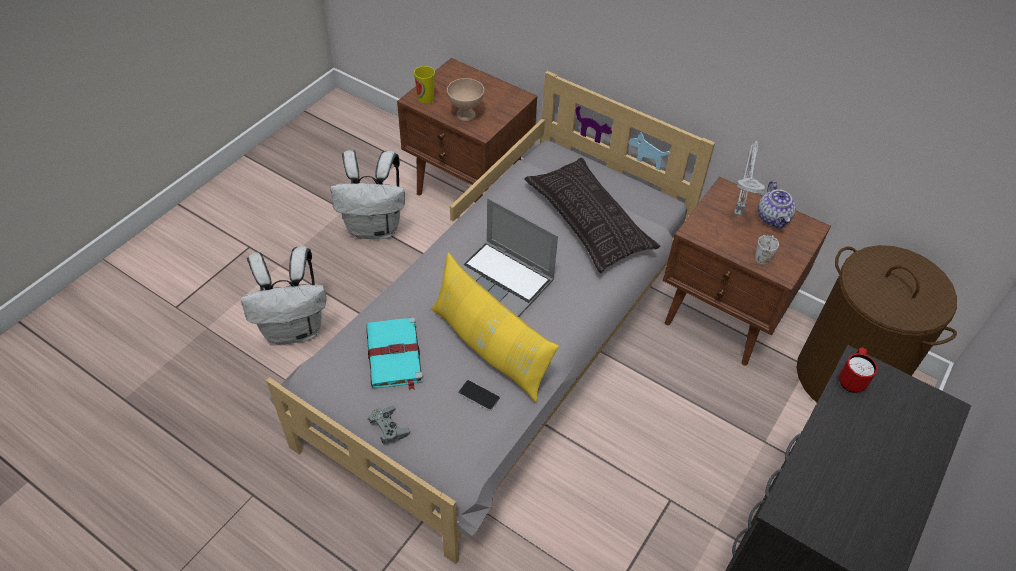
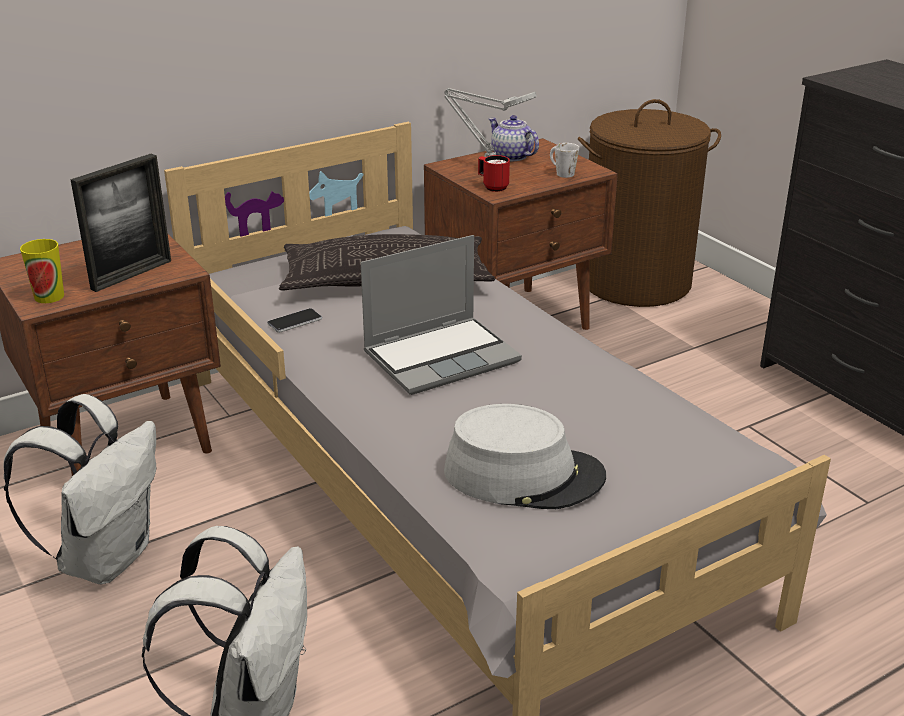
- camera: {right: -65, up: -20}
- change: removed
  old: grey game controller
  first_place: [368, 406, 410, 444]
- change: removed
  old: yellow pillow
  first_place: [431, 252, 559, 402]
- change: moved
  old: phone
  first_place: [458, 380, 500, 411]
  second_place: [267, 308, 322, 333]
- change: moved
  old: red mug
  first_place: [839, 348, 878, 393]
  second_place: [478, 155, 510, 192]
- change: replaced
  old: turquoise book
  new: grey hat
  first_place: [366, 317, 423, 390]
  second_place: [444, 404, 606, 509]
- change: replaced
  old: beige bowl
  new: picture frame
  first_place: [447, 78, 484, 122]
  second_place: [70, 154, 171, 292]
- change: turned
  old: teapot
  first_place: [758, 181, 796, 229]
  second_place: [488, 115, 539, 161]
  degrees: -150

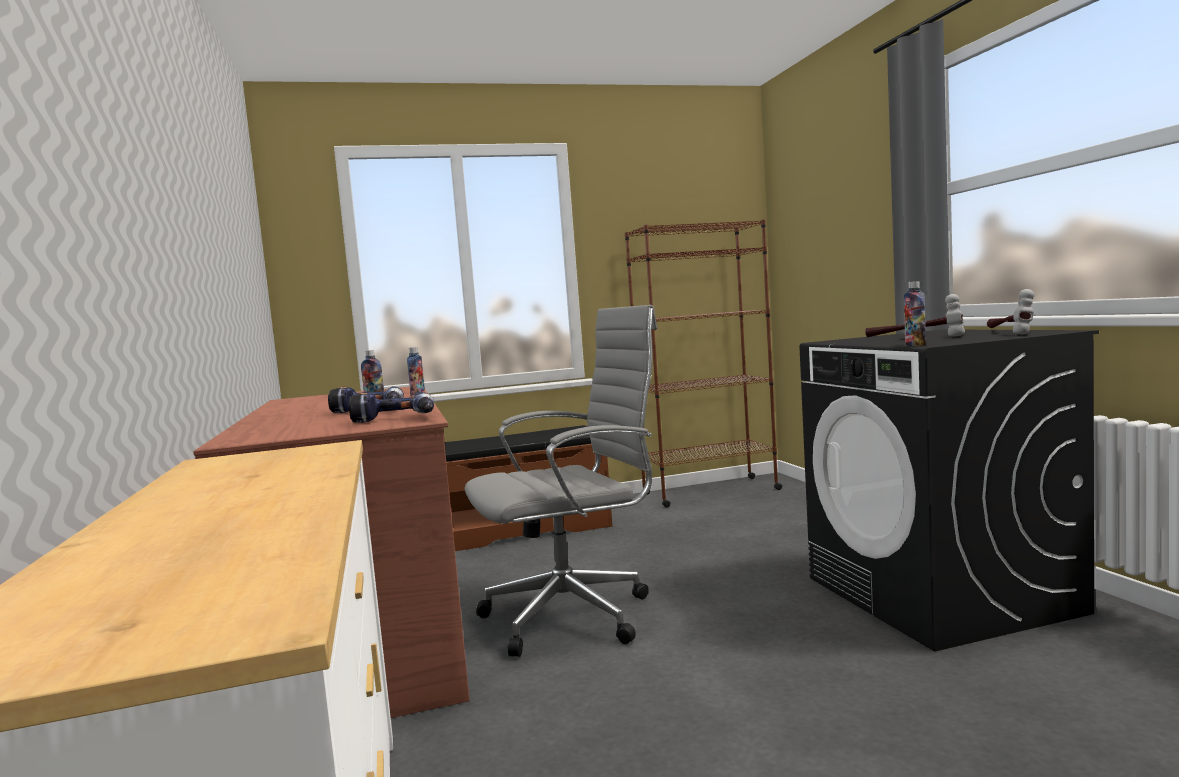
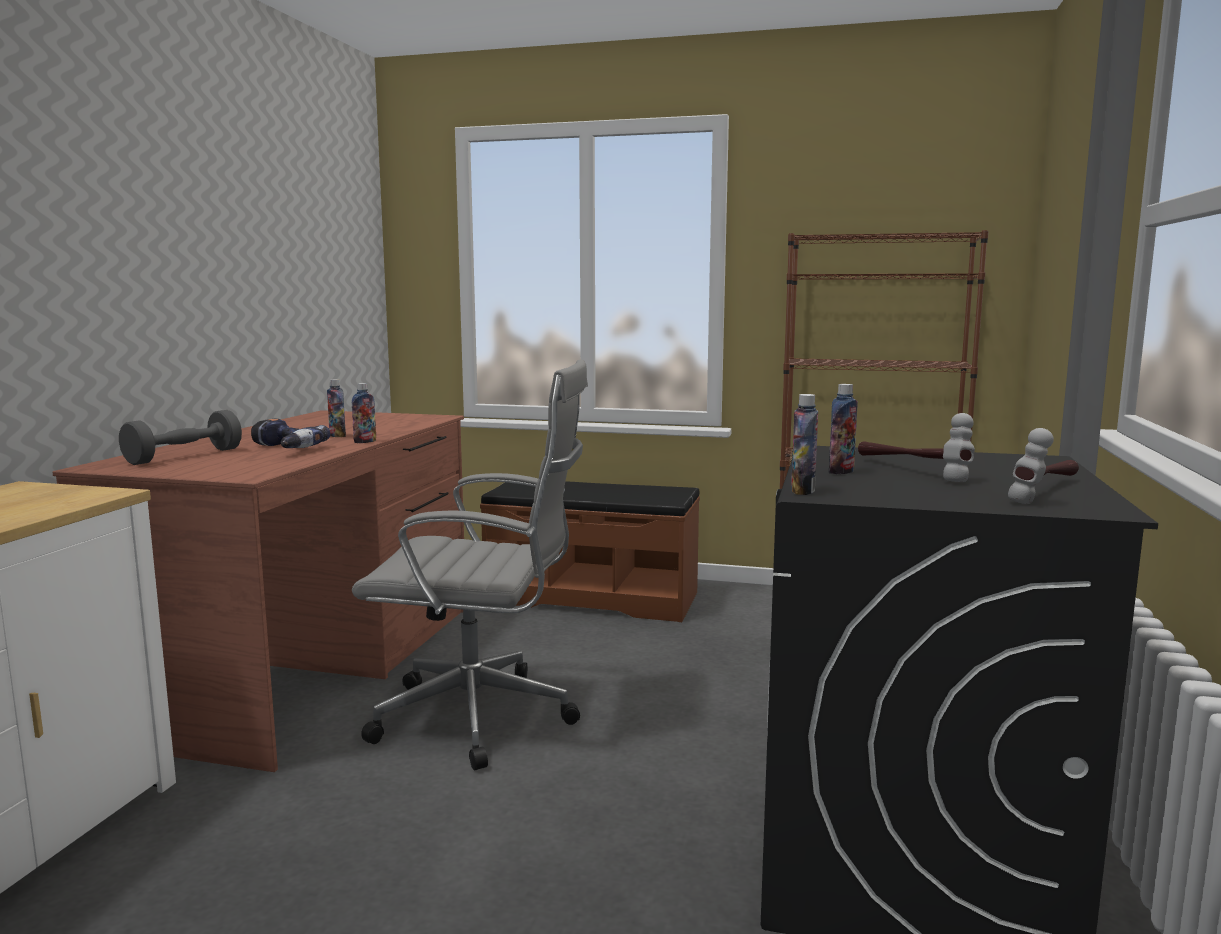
- camera: {right: 30, up: 5}
- change: removed
  old: power drill
  first_place: [349, 392, 434, 423]
- change: added
  new: grey dumbbell
  second_place: [119, 410, 242, 465]
- change: added
  new: bottle
  second_place: [829, 384, 858, 474]

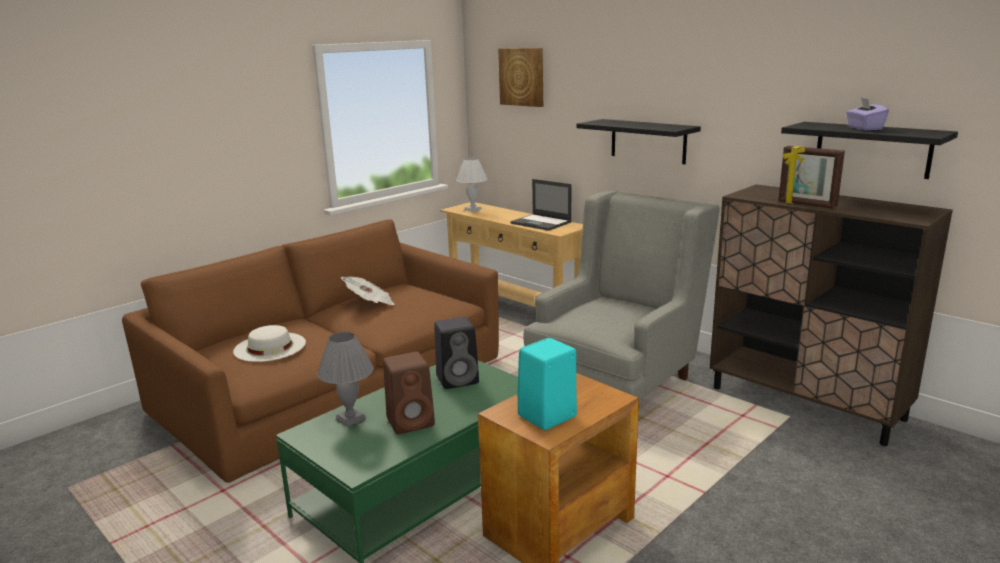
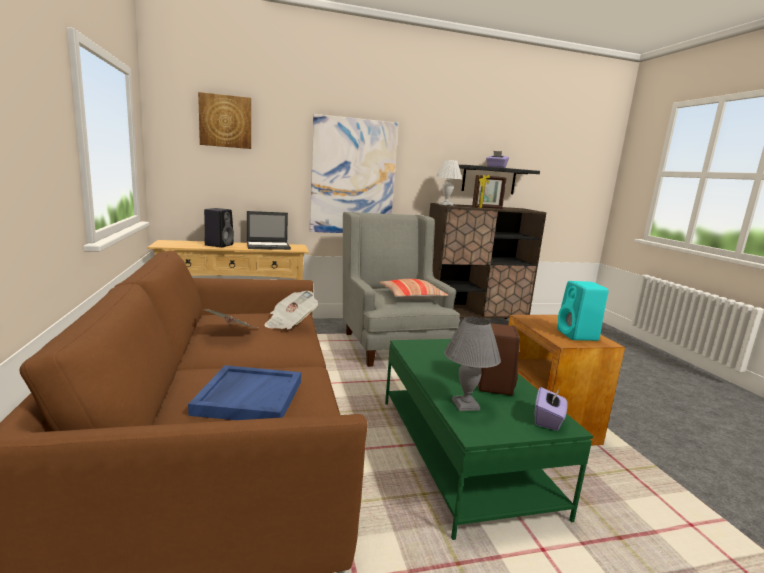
- camera: {right: -60, up: -5}
- change: added
  new: newspaper
  second_place: [264, 291, 318, 329]
- change: added
  new: pillow
  second_place: [380, 279, 448, 300]
- change: added
  new: purple tissue box
  second_place: [535, 387, 567, 431]
- change: moved
  old: black speaker
  first_place: [434, 317, 479, 389]
  second_place: [204, 208, 234, 247]
- change: moved
  old: white table lamp
  first_place: [456, 158, 487, 212]
  second_place: [436, 160, 462, 206]
- change: replaced
  old: white hat
  new: blue tray
  first_place: [233, 325, 306, 362]
  second_place: [188, 365, 301, 420]
- change: replaced
  old: black shelf
  new: picture
  first_place: [576, 119, 701, 164]
  second_place: [310, 114, 399, 233]

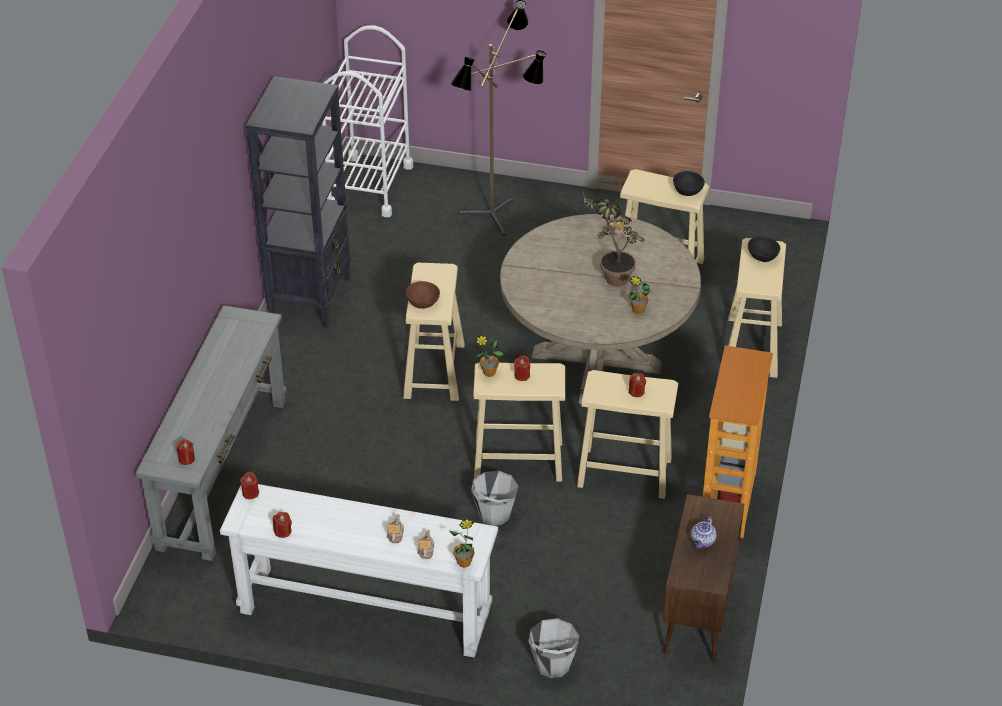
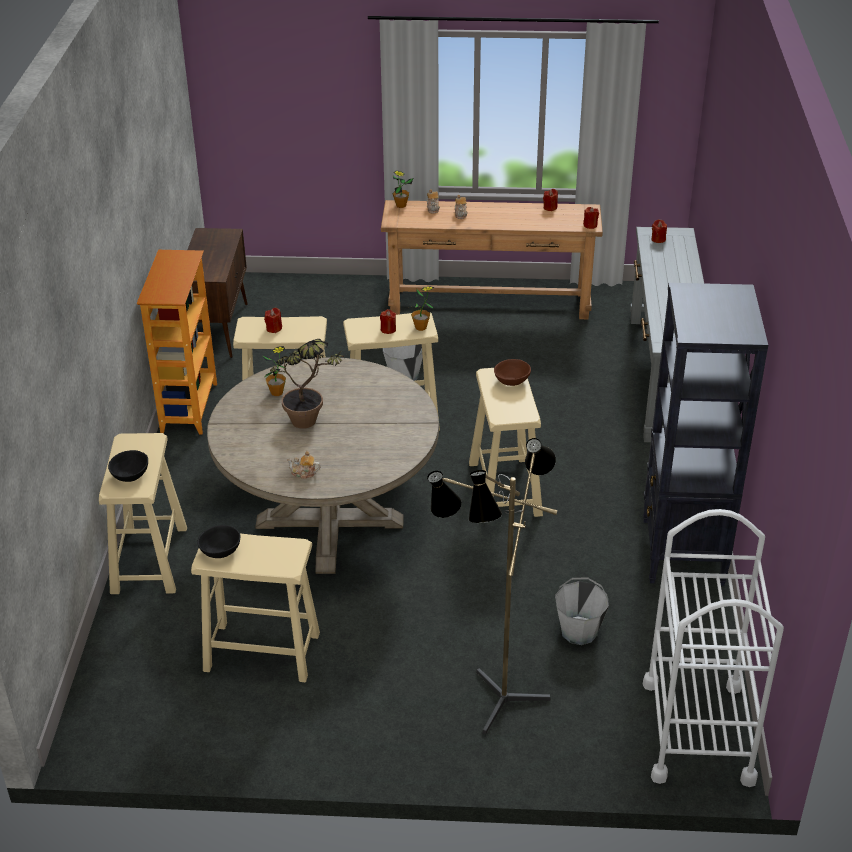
- camera: {right: 170, up: -5}
- change: removed
  old: teapot
  first_place: [691, 516, 717, 549]
- change: moved
  old: grey bucket
  first_place: [528, 618, 579, 678]
  second_place: [555, 578, 609, 645]
- change: recoloured
  old: white console table
  new: brown console table
  first_place: [220, 484, 498, 658]
  second_place: [381, 200, 603, 319]

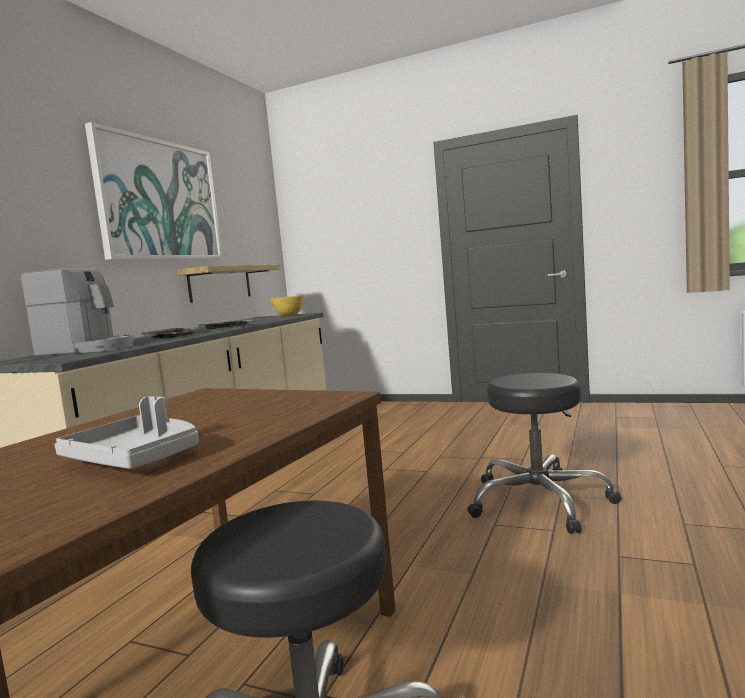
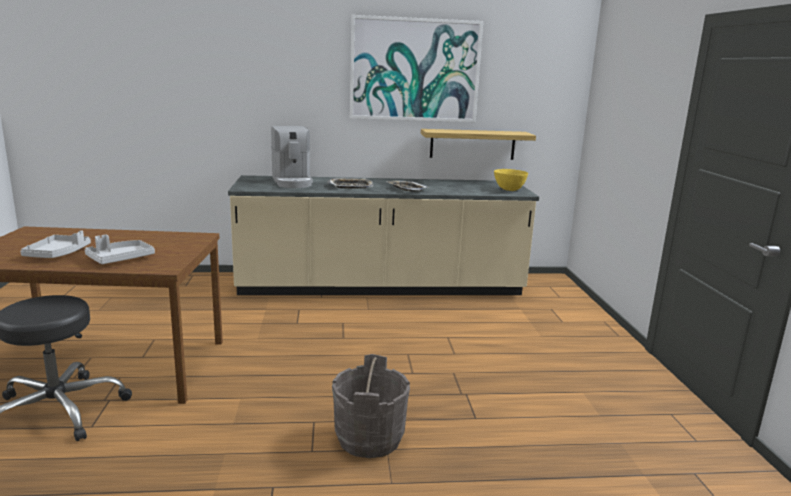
- camera: {right: 60, up: 10}
- change: added
  new: grey tray
  second_place: [85, 235, 155, 264]
- change: replaced
  old: black stool
  new: grey bucket
  first_place: [467, 373, 621, 534]
  second_place: [332, 354, 410, 458]

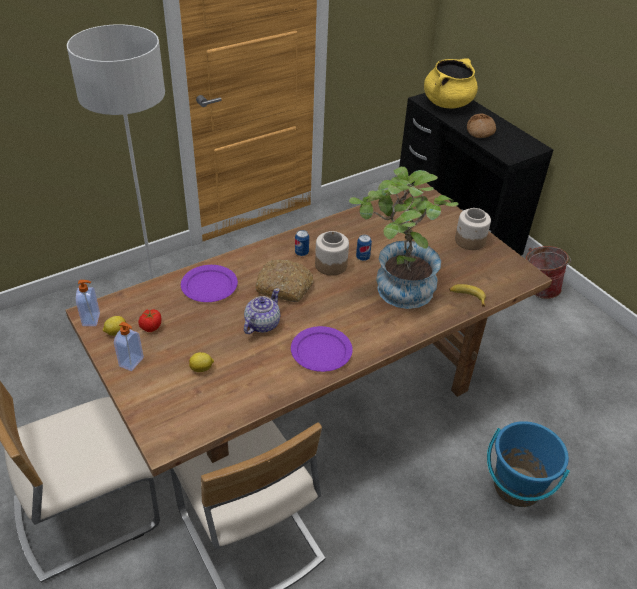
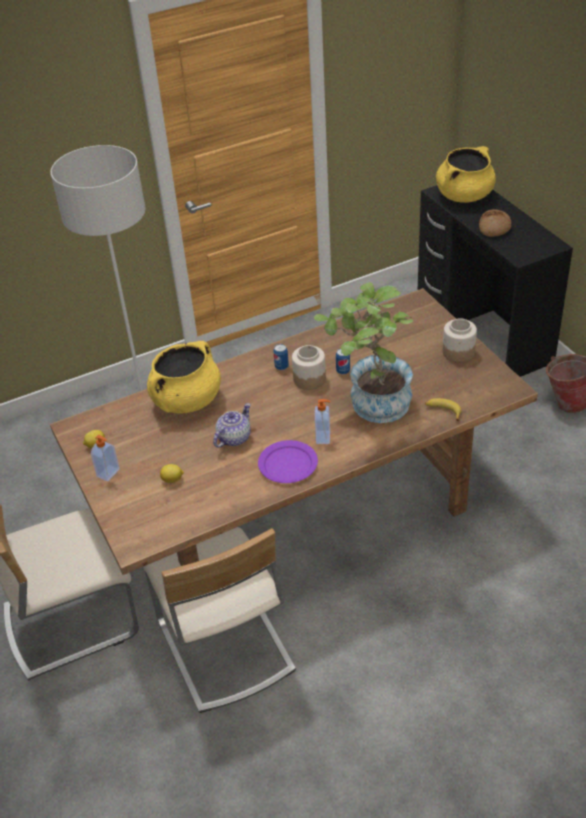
- camera: {right: 10, up: 0}
- change: removed
  old: tomato
  first_place: [138, 309, 161, 332]
- change: removed
  old: bread
  first_place: [255, 259, 313, 302]
- change: removed
  old: blue bucket
  first_place: [487, 421, 570, 507]
- change: moved
  old: soap dispenser
  first_place: [76, 280, 100, 326]
  second_place: [315, 399, 330, 444]
- change: replaced
  old: purple plate
  new: yellow cooking pot
  first_place: [181, 265, 238, 302]
  second_place: [147, 341, 221, 413]

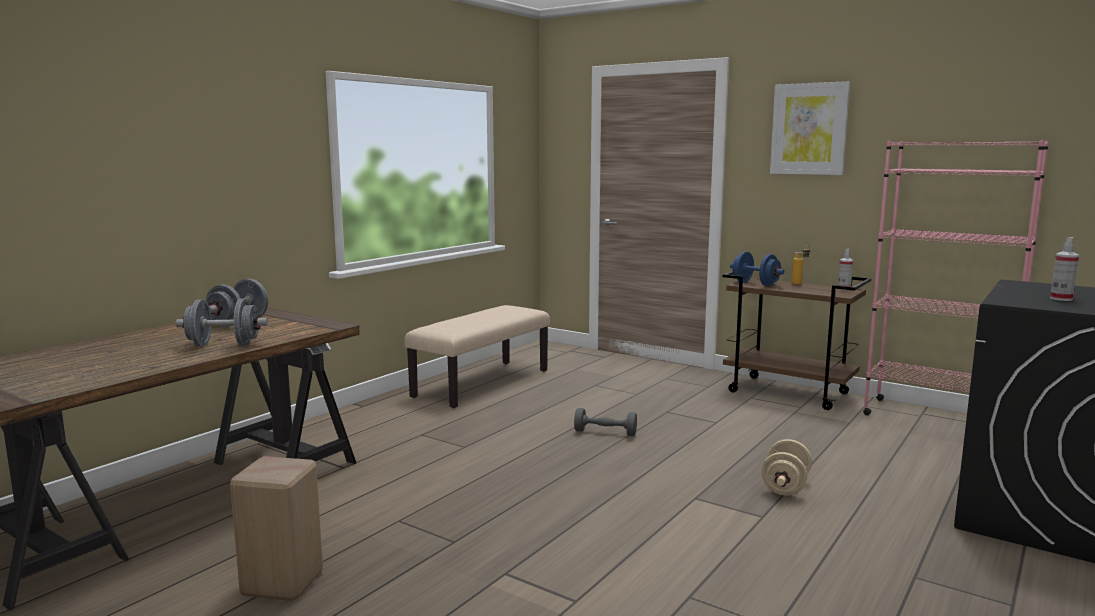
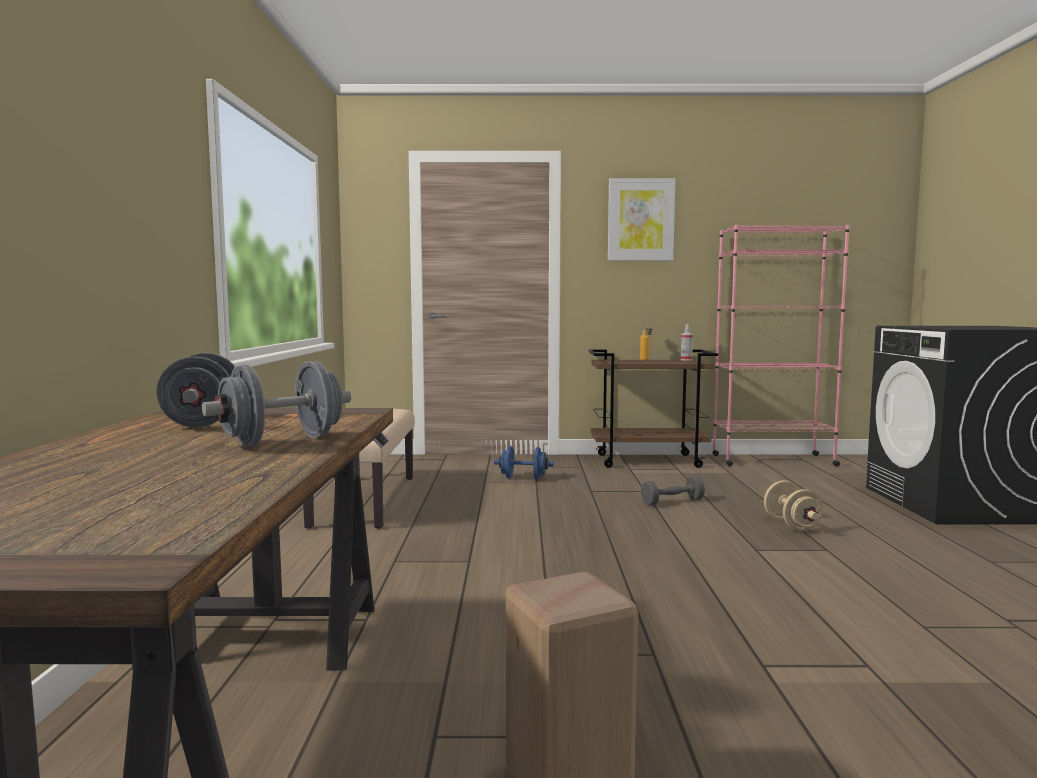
- camera: {right: -35, up: -5}
- change: removed
  old: spray bottle
  first_place: [1050, 237, 1079, 301]
- change: moved
  old: grey dumbbell
  first_place: [574, 408, 637, 436]
  second_place: [641, 476, 705, 505]
- change: moved
  old: blue dumbbell
  first_place: [730, 252, 785, 286]
  second_place: [494, 446, 554, 480]

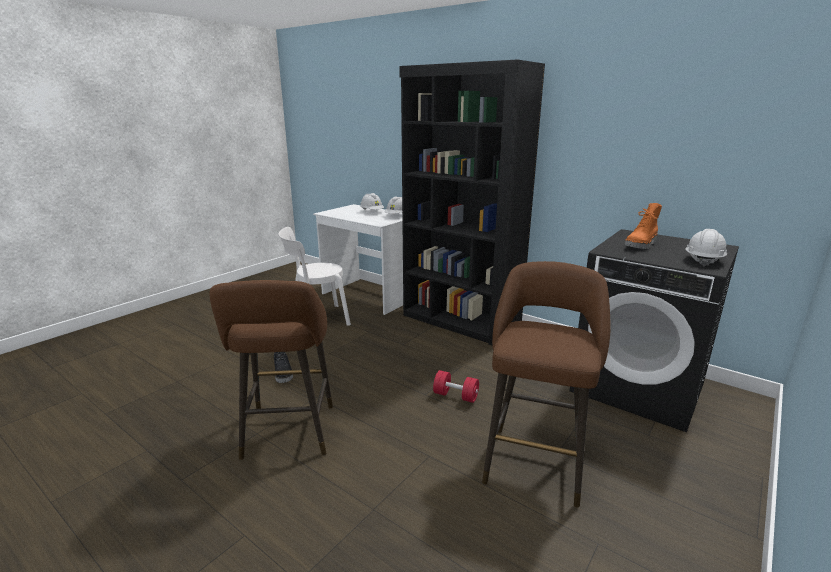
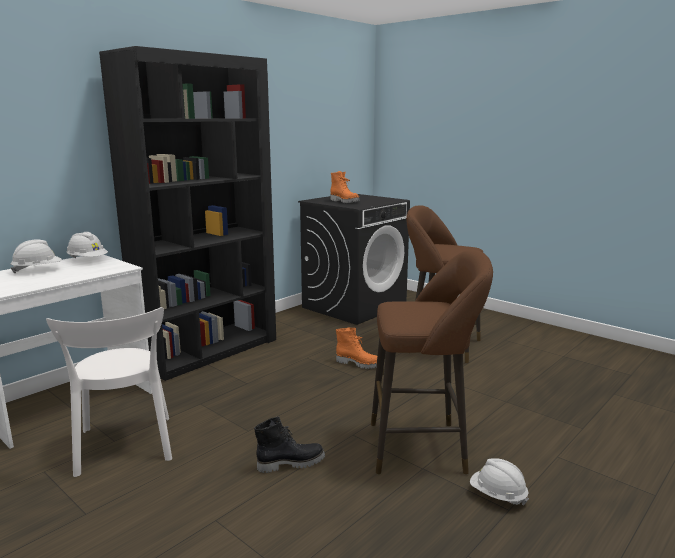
- camera: {right: -85, up: -5}
- change: moved
  old: white hard hat
  first_place: [685, 229, 727, 267]
  second_place: [470, 458, 529, 506]
- change: replaced
  old: red dumbbell
  new: orange boot
  first_place: [433, 370, 479, 403]
  second_place: [336, 328, 377, 369]

